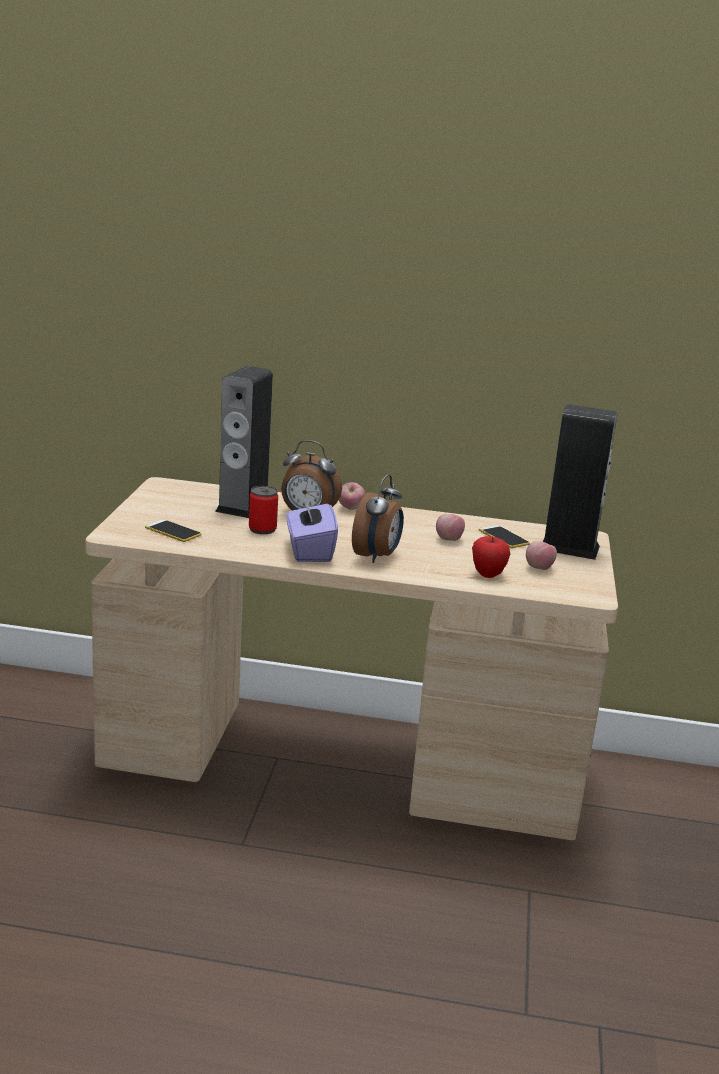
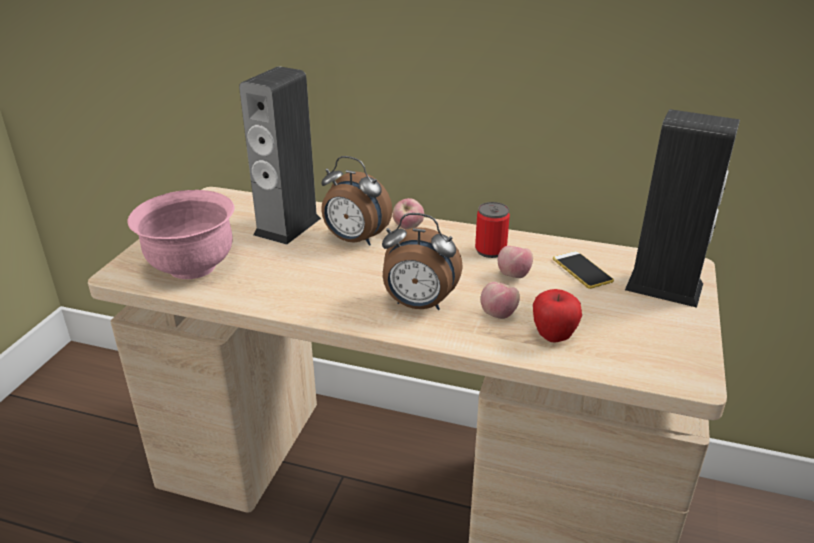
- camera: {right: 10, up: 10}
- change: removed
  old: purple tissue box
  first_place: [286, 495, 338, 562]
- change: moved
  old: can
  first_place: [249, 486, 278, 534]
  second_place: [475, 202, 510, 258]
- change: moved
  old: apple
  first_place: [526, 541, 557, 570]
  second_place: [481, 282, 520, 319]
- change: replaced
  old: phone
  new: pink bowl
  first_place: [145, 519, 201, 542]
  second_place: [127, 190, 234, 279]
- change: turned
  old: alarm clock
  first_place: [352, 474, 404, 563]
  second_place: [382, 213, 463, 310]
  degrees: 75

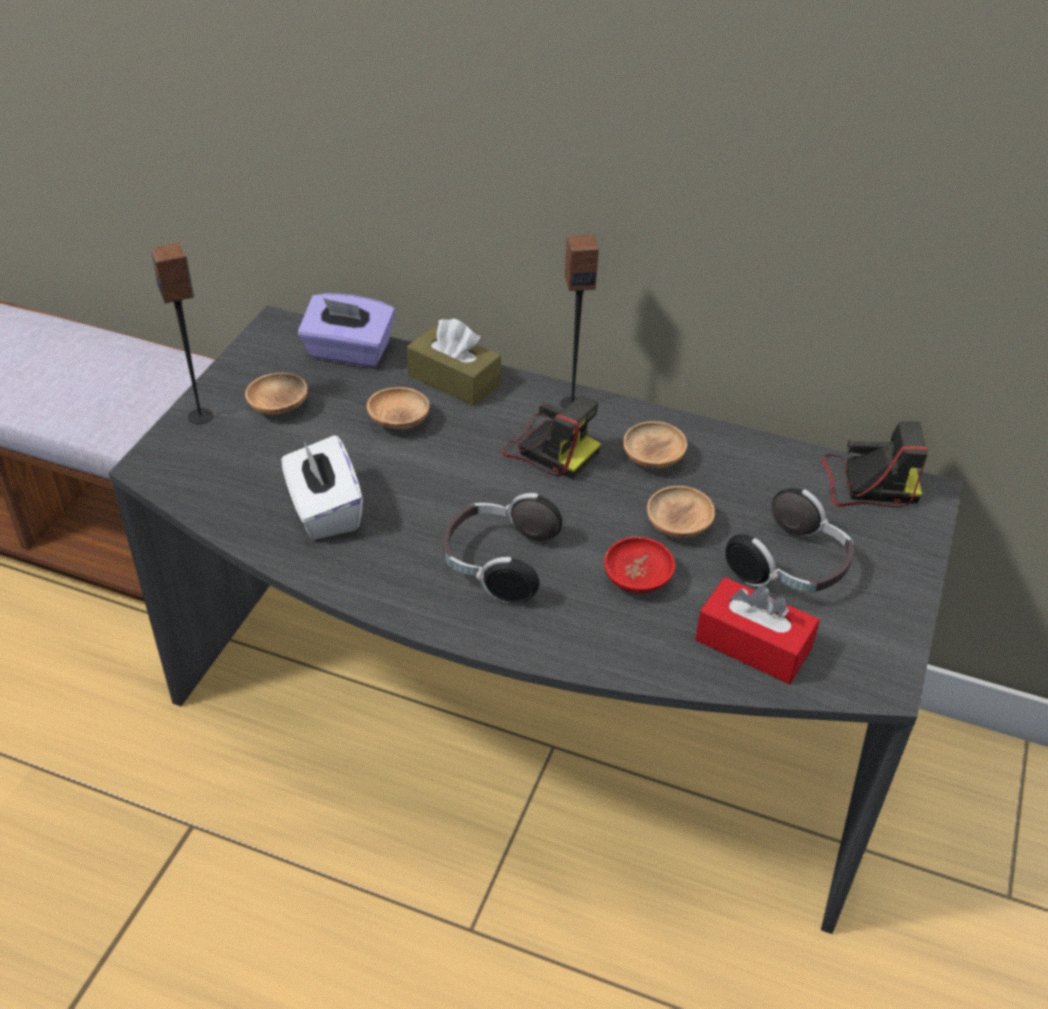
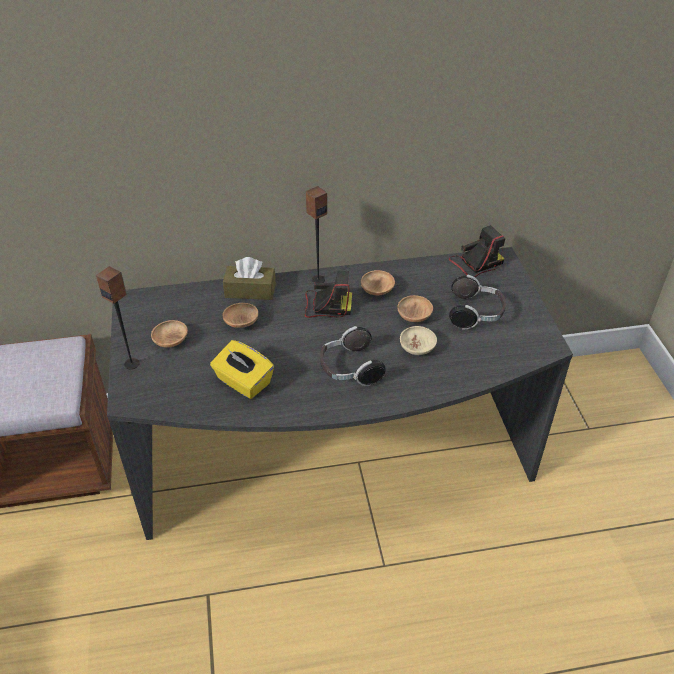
- camera: {right: -30, up: 0}
- change: removed
  old: purple tissue box
  first_place: [298, 293, 395, 367]
- change: removed
  old: red tissue box
  first_place: [695, 577, 820, 684]
- change: recoloured
  old: white tissue box
  new: yellow tissue box
  first_place: [281, 435, 363, 540]
  second_place: [210, 340, 274, 399]
- change: recoloured
  old: red bowl
  new: beige bowl
  first_place: [604, 537, 675, 593]
  second_place: [400, 326, 437, 355]

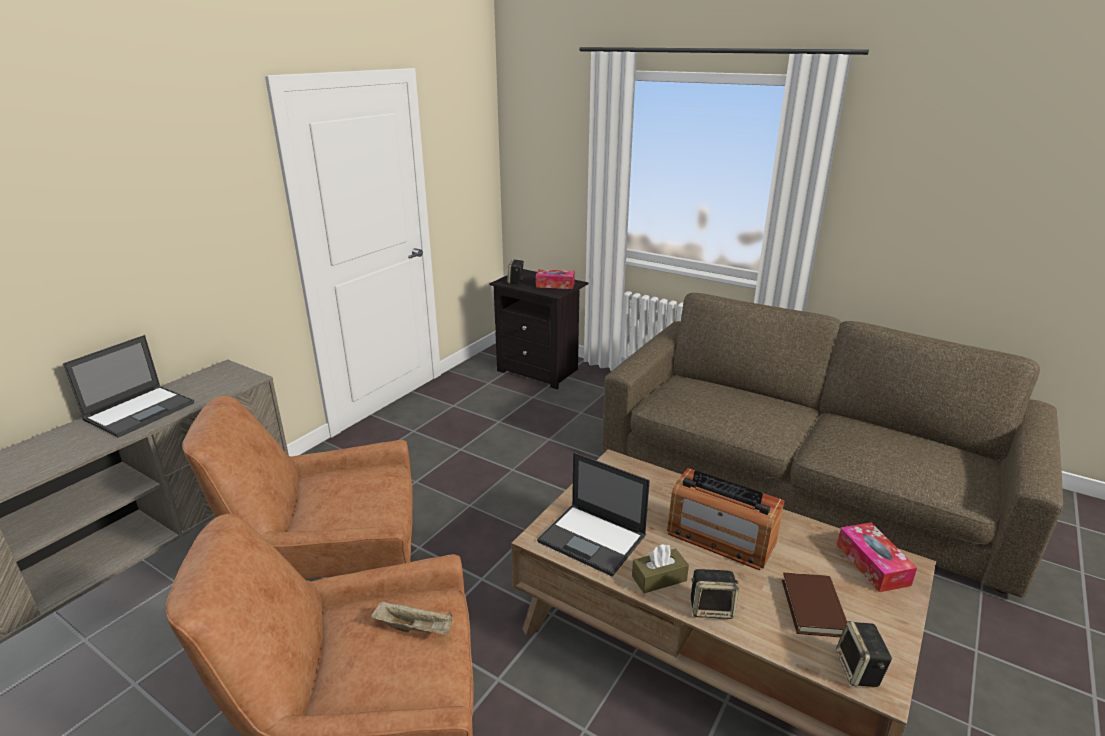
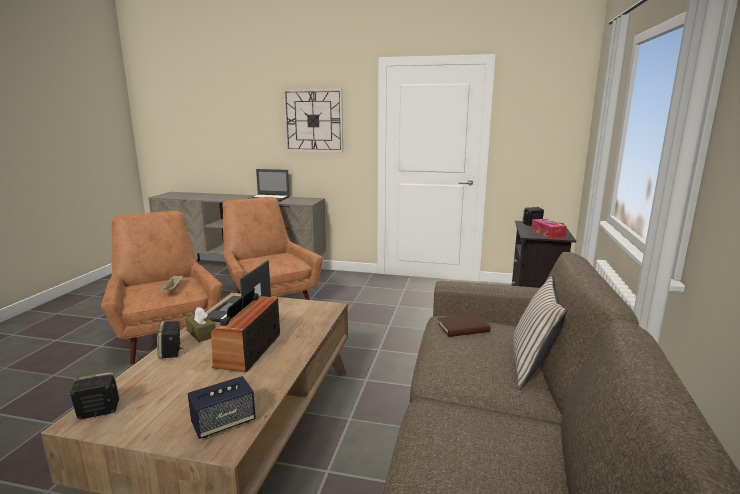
- camera: {right: 70, up: -10}
- change: added
  new: wall clock
  second_place: [283, 89, 343, 153]
- change: added
  new: beige pillow
  second_place: [513, 276, 567, 389]
- change: moved
  old: brown book
  first_place: [782, 573, 847, 637]
  second_place: [438, 314, 490, 337]
- change: replaced
  old: tissue box
  new: speaker
  first_place: [837, 522, 917, 592]
  second_place: [188, 376, 256, 439]

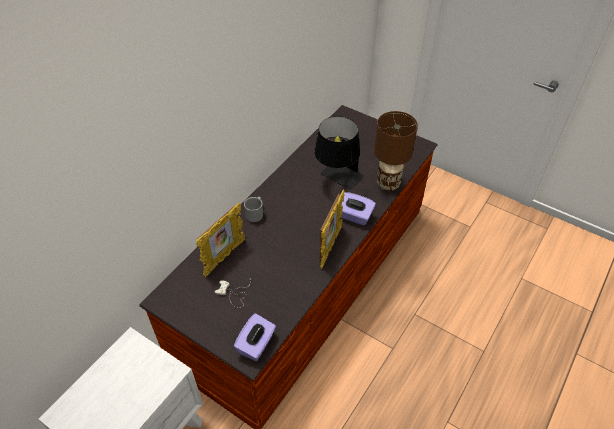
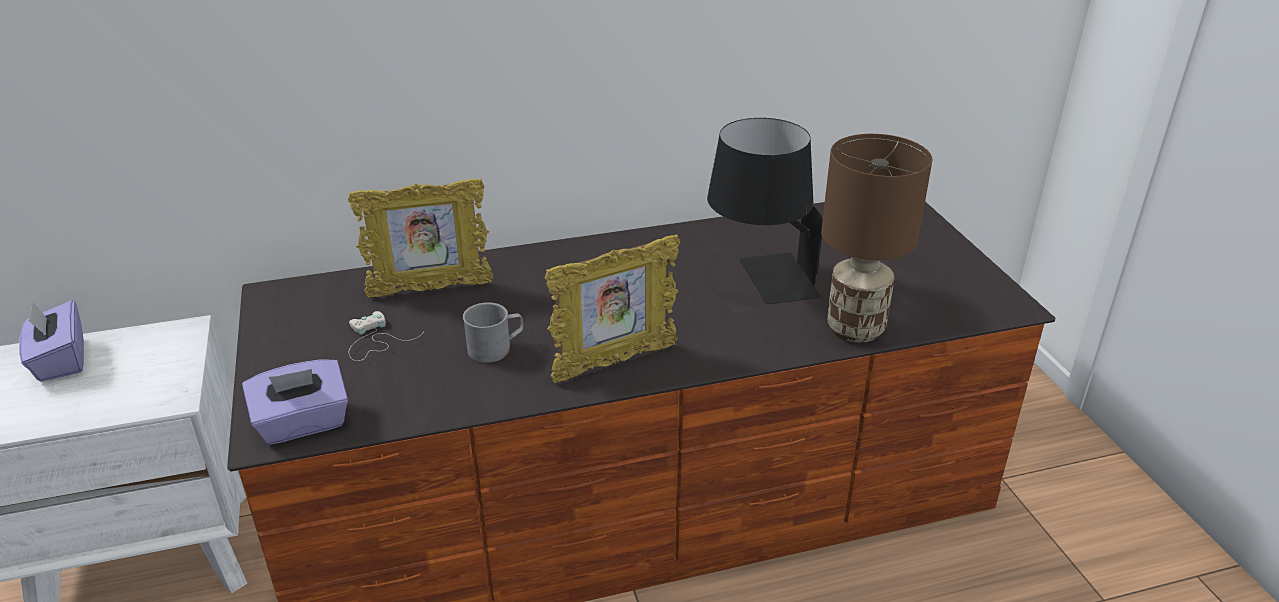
- camera: {right: 40, up: -15}
- change: moved
  old: grey mug
  first_place: [244, 197, 263, 222]
  second_place: [463, 302, 524, 363]
- change: moved
  old: purple tissue box
  first_place: [340, 192, 376, 225]
  second_place: [19, 300, 84, 382]

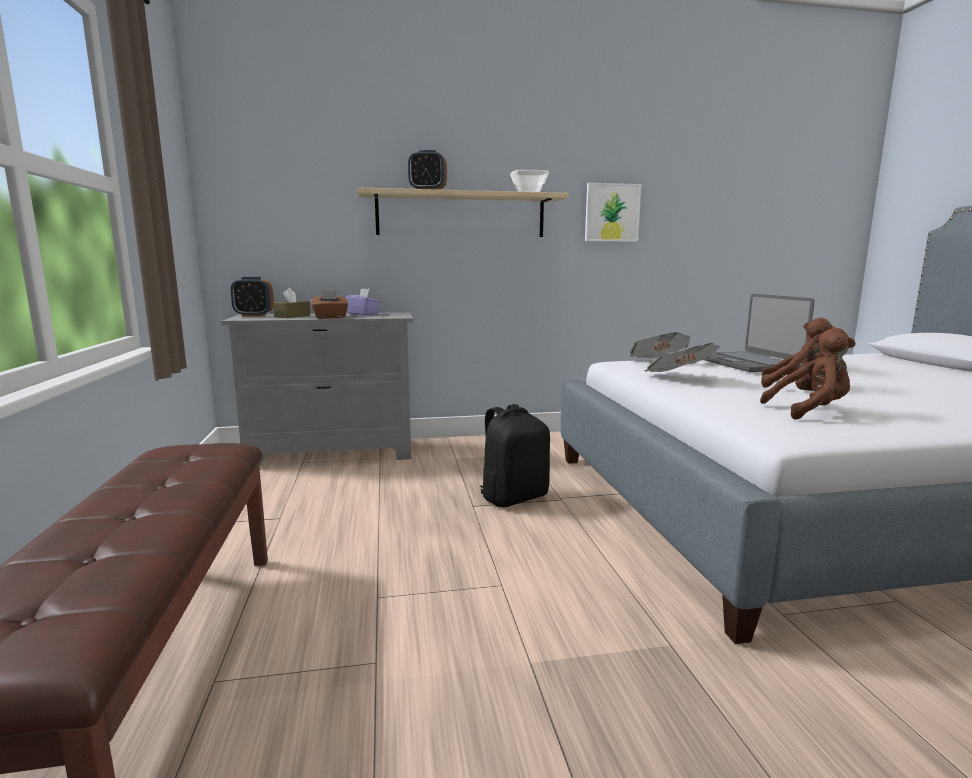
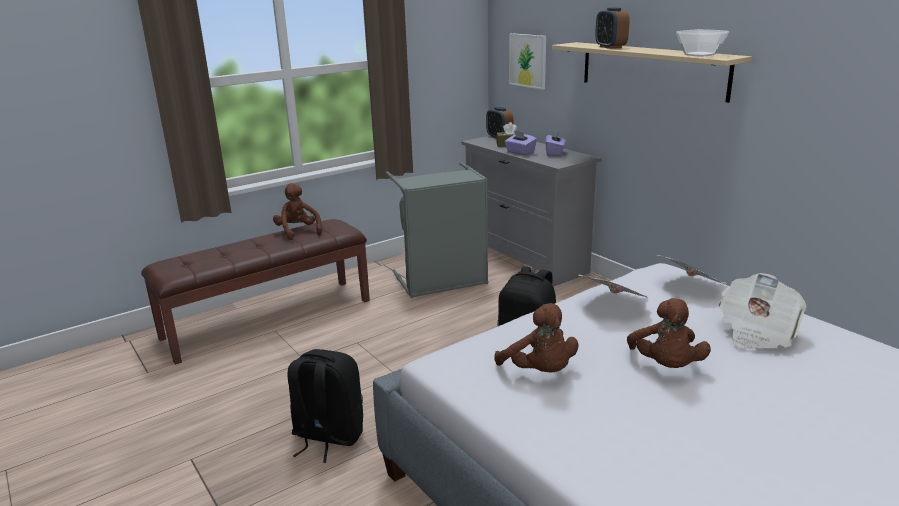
- camera: {right: 65, up: 10}
- change: added
  new: brown plush toy
  second_place: [273, 183, 322, 240]
- change: added
  new: black backpack
  second_place: [287, 349, 363, 463]
- change: added
  new: grey laundry basket
  second_place: [386, 162, 488, 298]
- change: moved
  old: picture
  first_place: [585, 183, 641, 242]
  second_place: [509, 33, 546, 90]
- change: replaced
  old: laptop
  new: newspaper
  first_place: [705, 294, 815, 372]
  second_place: [719, 273, 807, 349]
- change: recoloured
  old: brown tissue box
  new: purple tissue box
  first_place: [311, 290, 348, 318]
  second_place: [505, 130, 537, 155]

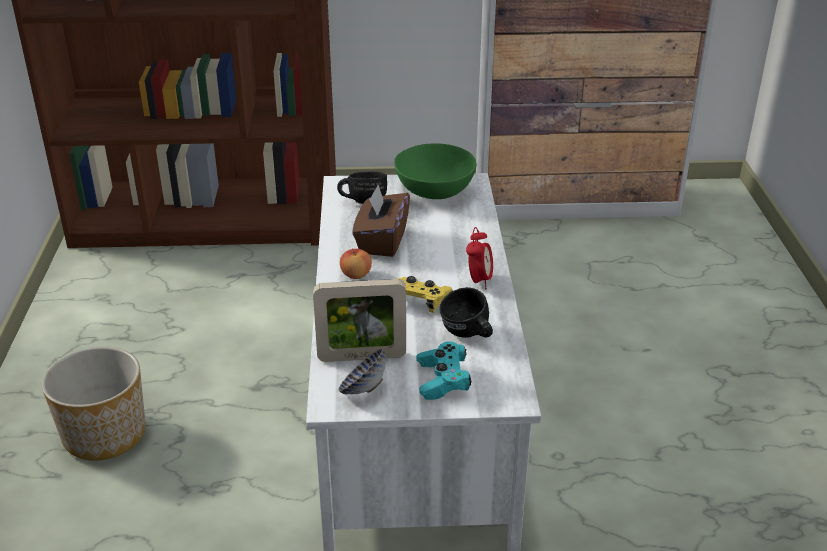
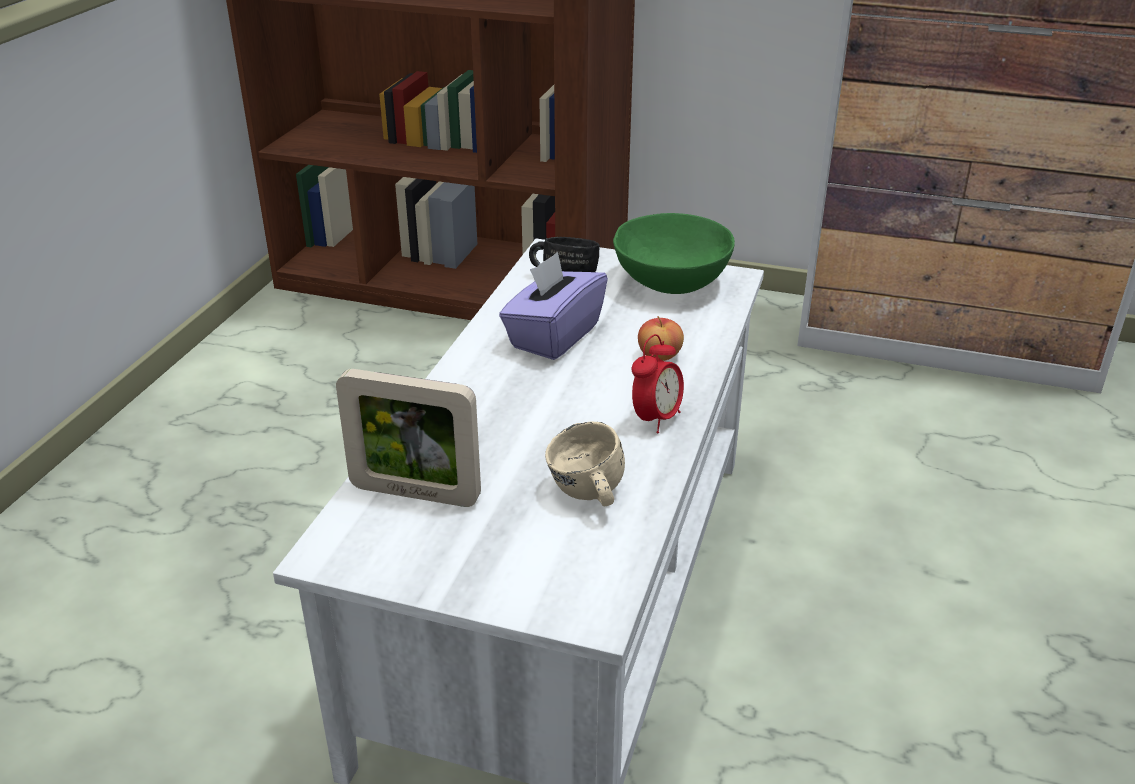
- camera: {right: 20, up: 0}
- change: removed
  old: planter
  first_place: [42, 347, 145, 461]
- change: removed
  old: bowl
  first_place: [339, 349, 385, 395]
- change: removed
  old: yellow game controller
  first_place: [397, 276, 453, 313]
- change: removed
  old: turquoise game controller
  first_place: [416, 341, 472, 400]
- change: moved
  old: apple
  first_place: [340, 248, 372, 279]
  second_place: [638, 316, 684, 361]
- change: recoloured
  old: brown tissue box
  new: purple tissue box
  first_place: [352, 185, 410, 257]
  second_place: [499, 252, 608, 360]
- change: recoloured
  old: black mug
  new: beige mug
  first_place: [439, 287, 493, 338]
  second_place: [545, 421, 625, 506]

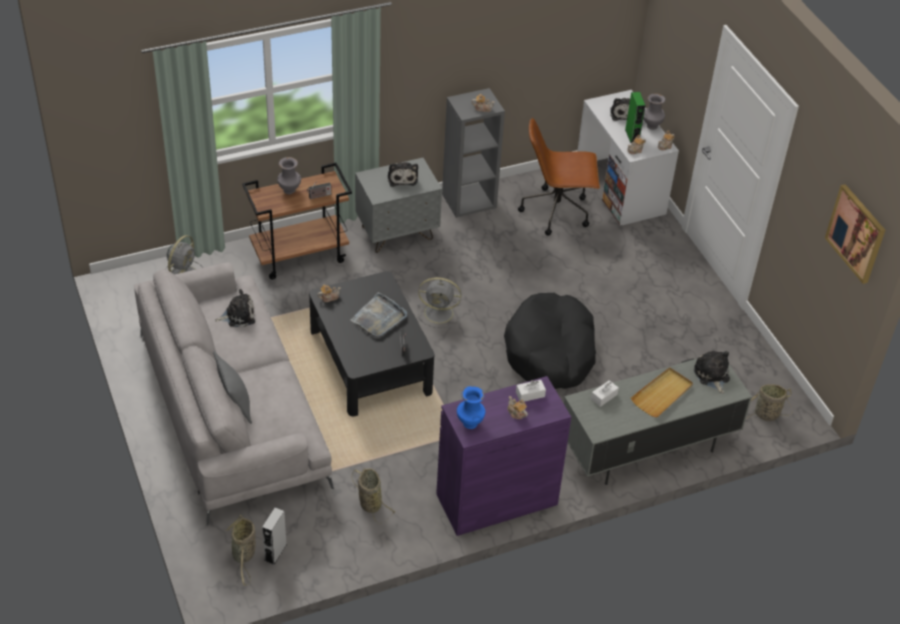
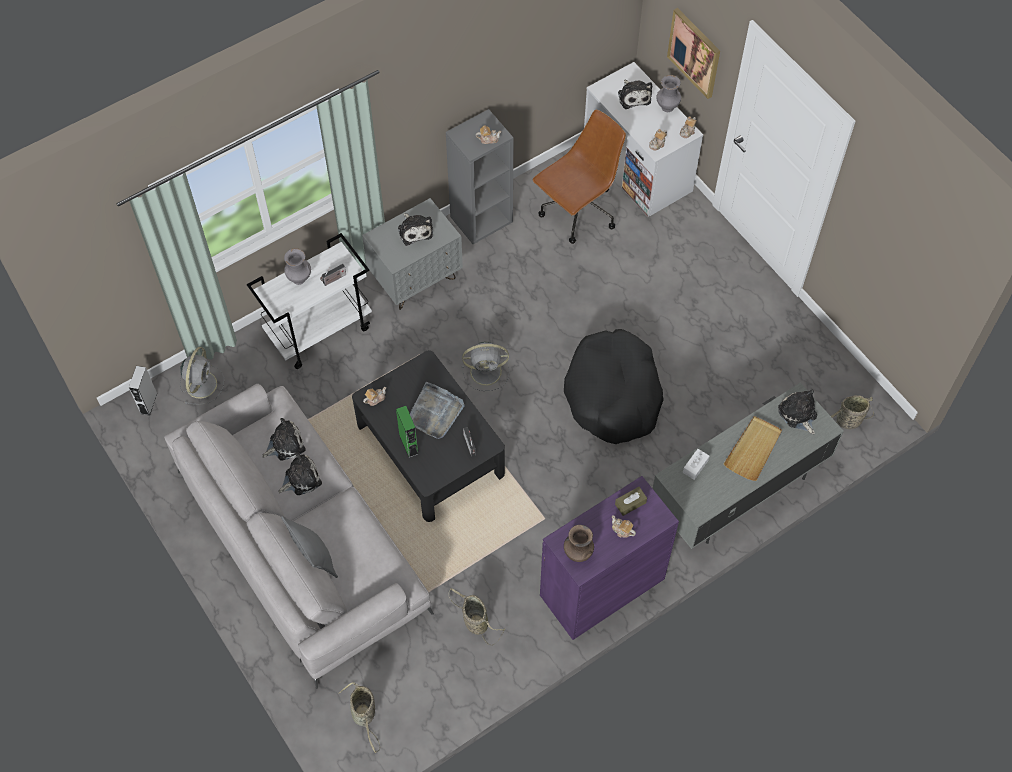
- camera: {right: -10, up: 15}
- change: added
  new: plush toy
  second_place: [278, 452, 322, 495]
- change: moved
  old: grey speaker
  first_place: [262, 507, 287, 565]
  second_place: [129, 366, 157, 416]
- change: moved
  old: green speaker
  first_place: [625, 92, 646, 144]
  second_place: [396, 406, 419, 458]
- change: moved
  old: picture
  first_place: [825, 184, 885, 284]
  second_place: [667, 8, 720, 99]
- change: recoloured
  old: brown cart
  new: white cart
  first_place: [242, 163, 352, 279]
  second_place: [247, 233, 372, 369]
- change: recoloured
  old: blue vase
  new: brown vase
  first_place: [457, 386, 485, 429]
  second_place: [564, 525, 594, 562]
- change: recoloured
  old: white tissue box
  new: brown tissue box
  first_place: [516, 380, 546, 402]
  second_place: [615, 487, 647, 516]
- change: turned
  old: brown office chair
  first_place: [518, 117, 600, 236]
  second_place: [532, 110, 626, 244]
  degrees: 150

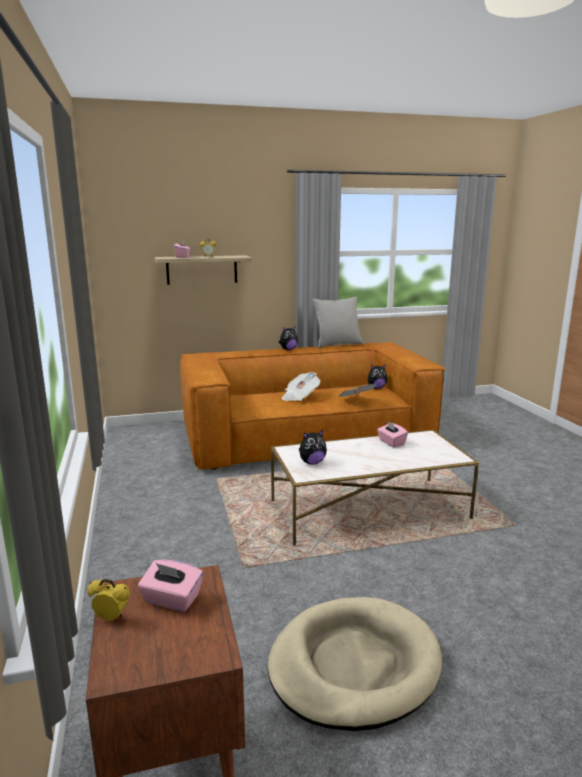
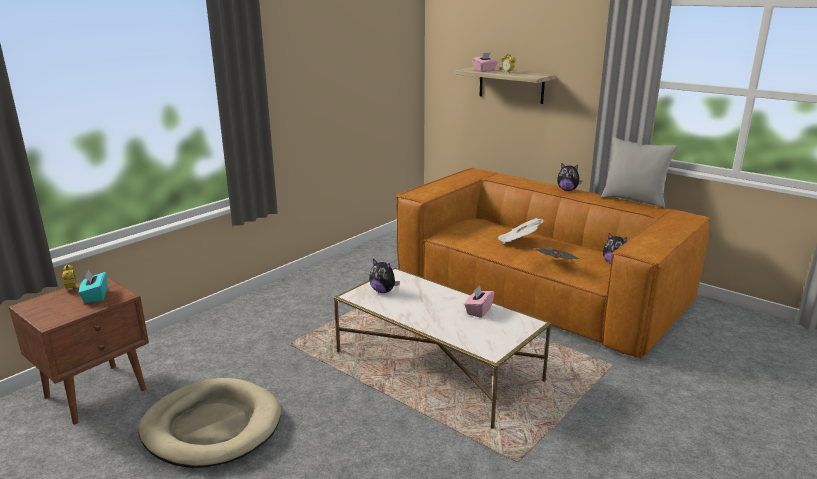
- camera: {right: 55, up: 5}
- change: recoloured
  old: pink tissue box
  new: turquoise tissue box
  first_place: [138, 559, 203, 612]
  second_place: [79, 270, 107, 303]

